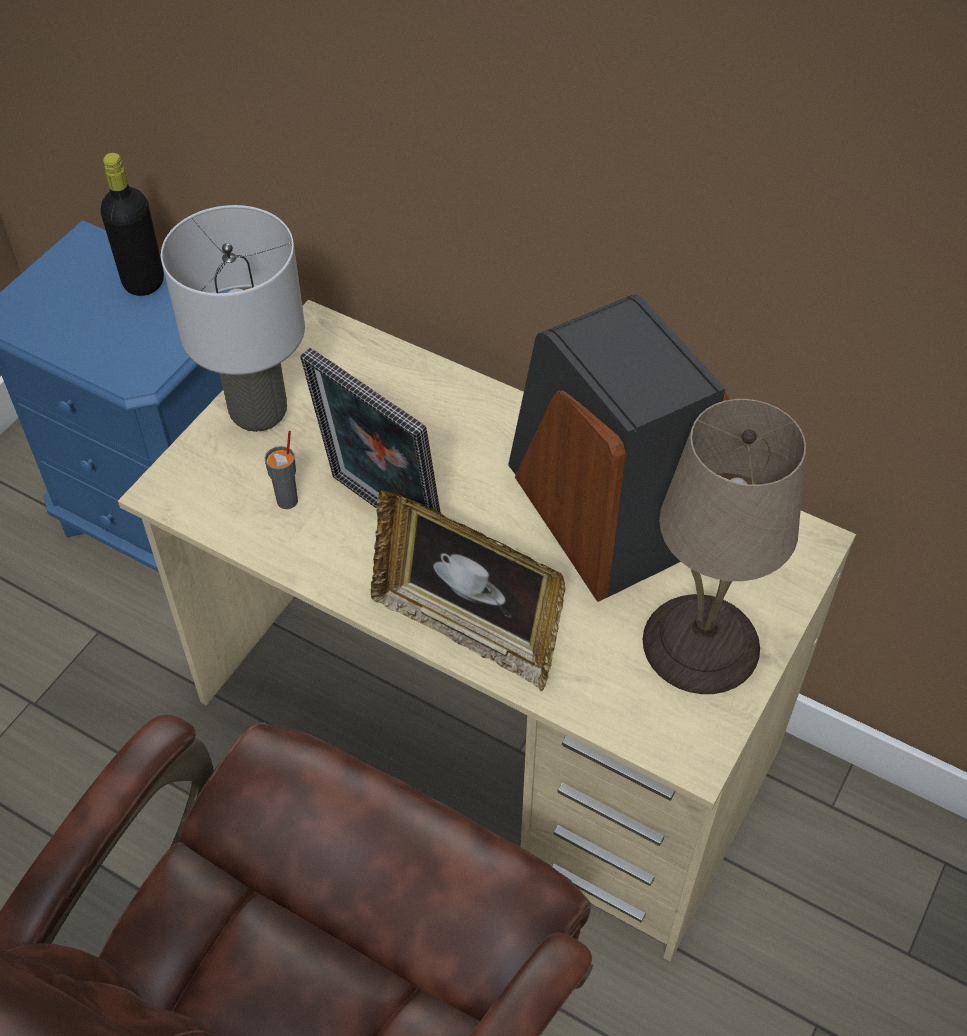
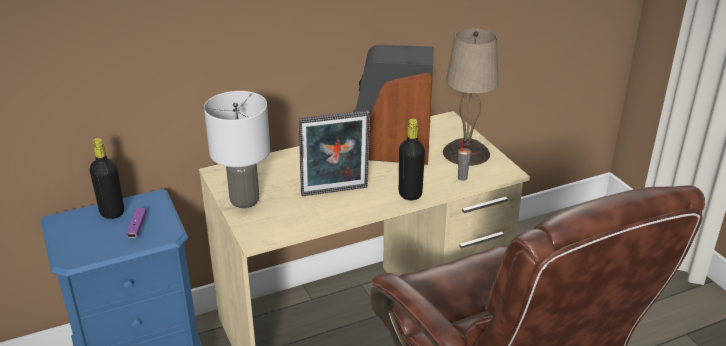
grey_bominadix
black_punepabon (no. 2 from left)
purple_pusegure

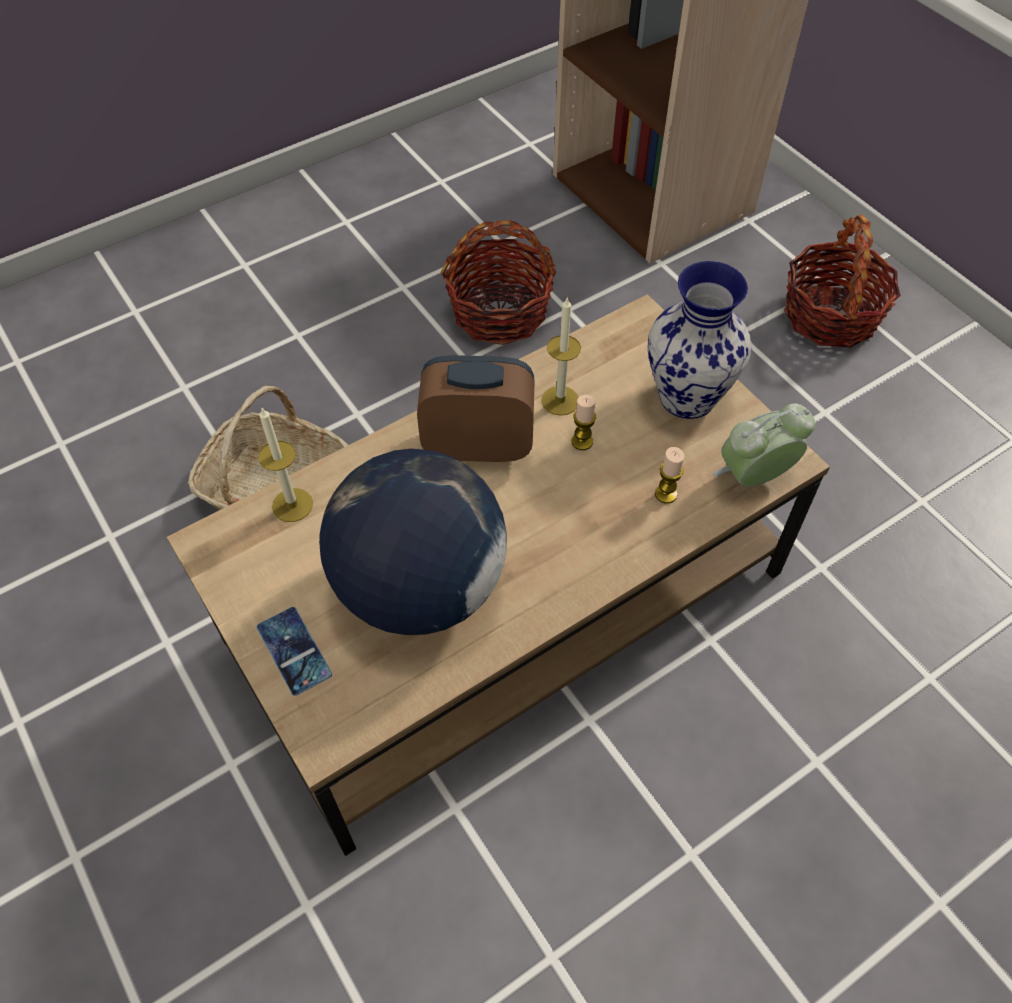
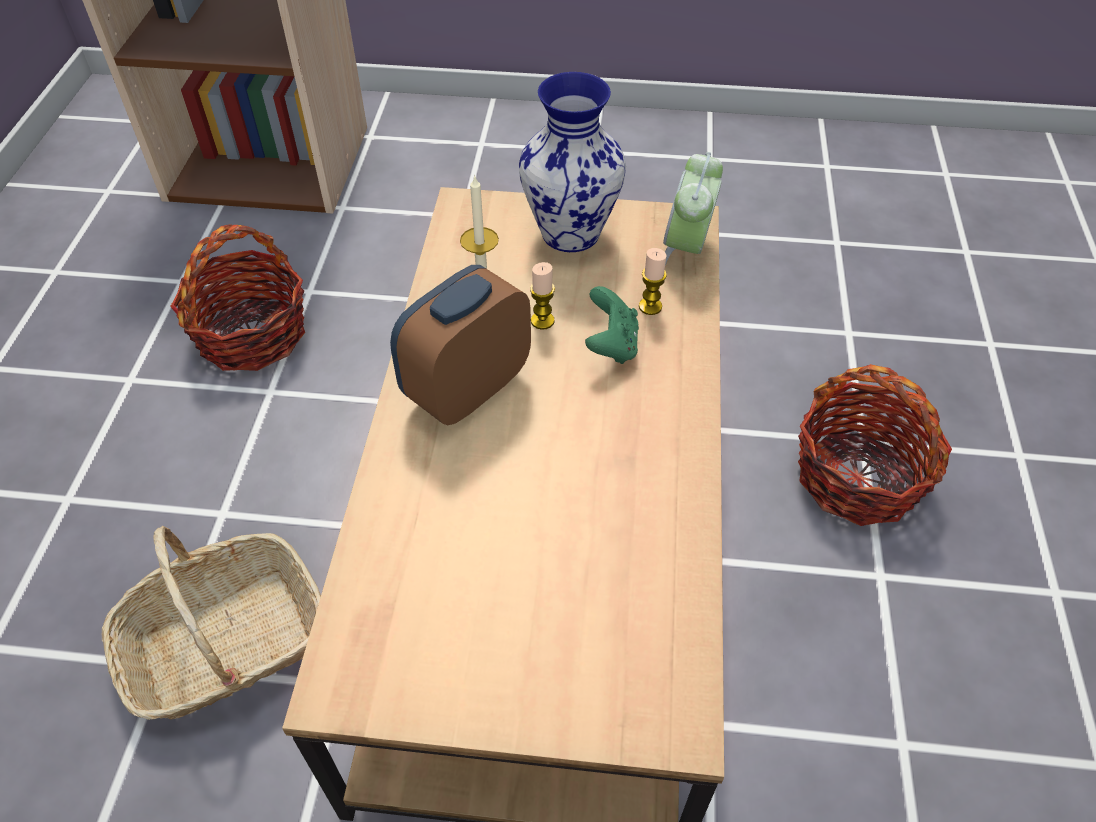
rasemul
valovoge (no. 1 from left in the first image)
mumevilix
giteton (no. 3 from left)
green_pusegure

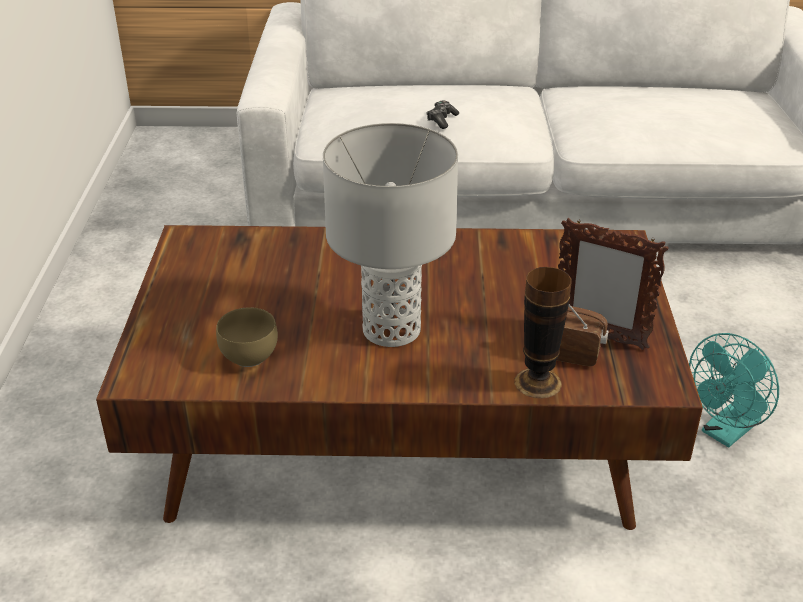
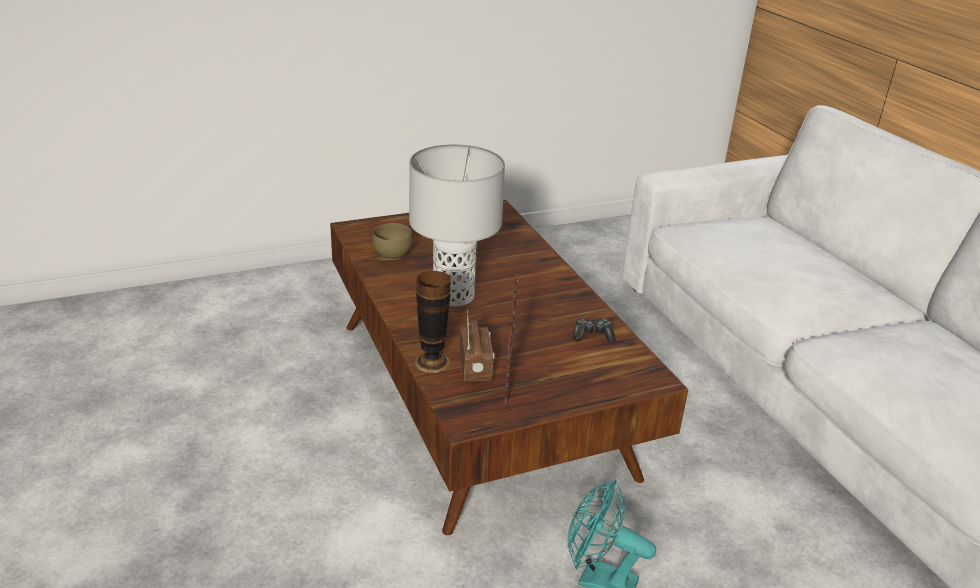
pusegure

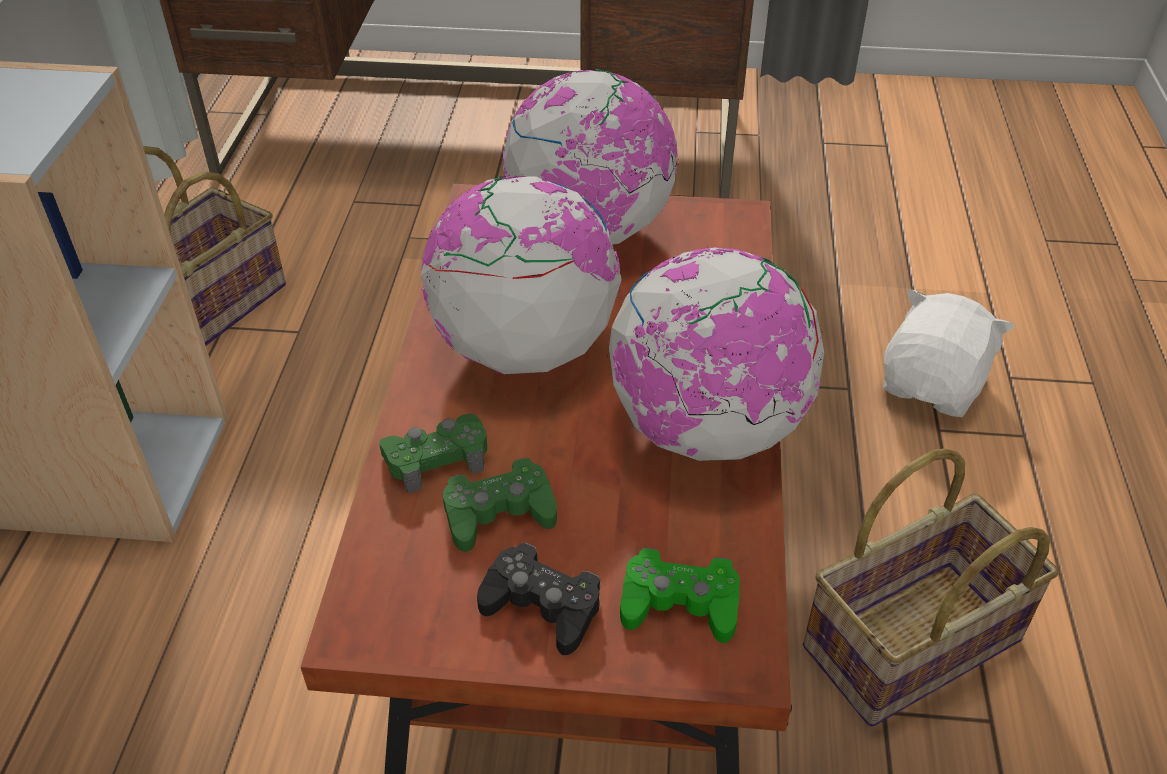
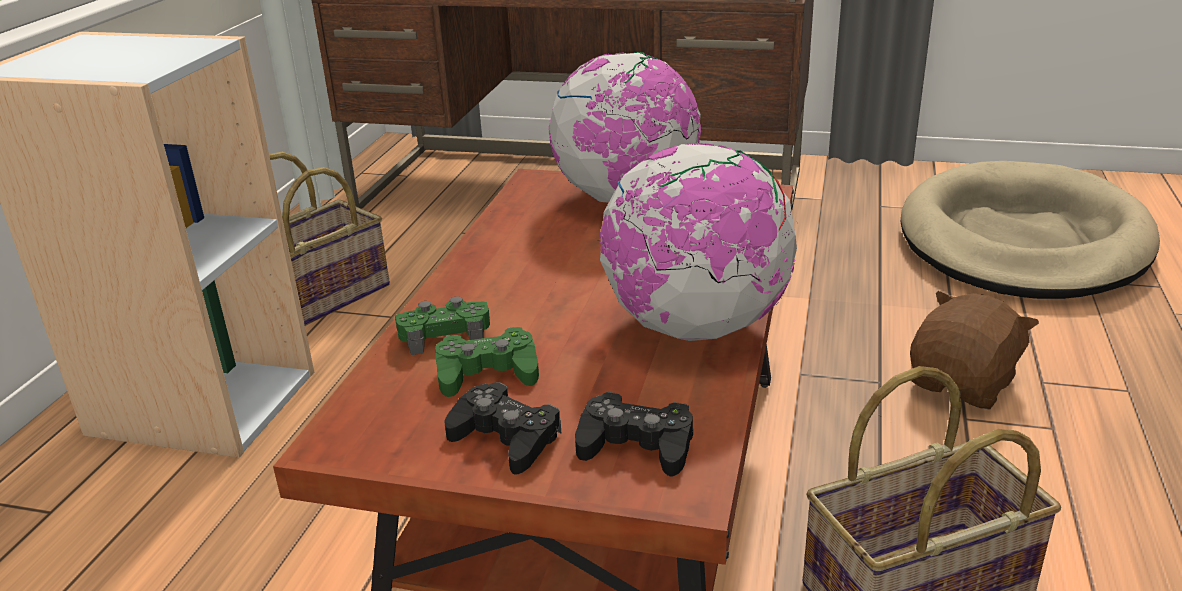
mumevilix (no. 1 from left in the first image)
black_pusegure (no. 2 from left)
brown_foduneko
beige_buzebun

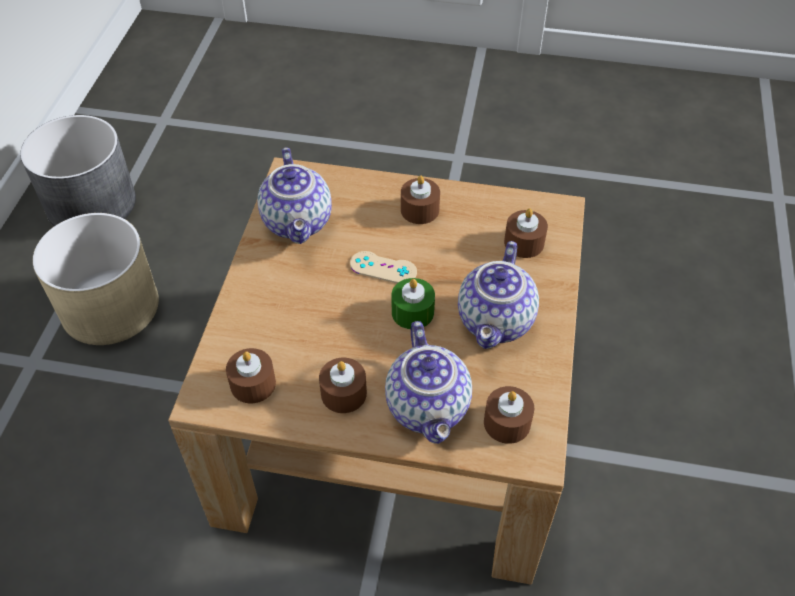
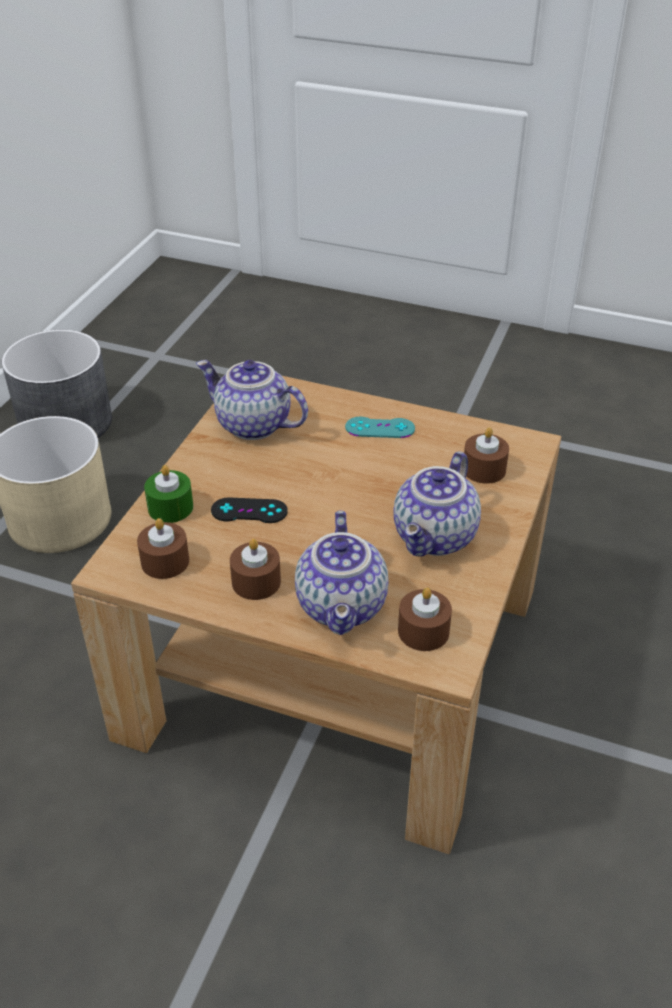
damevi (no. 1 from left)
beige_pusegure
green_valovoge
turquoise_pusegure
black_pusegure

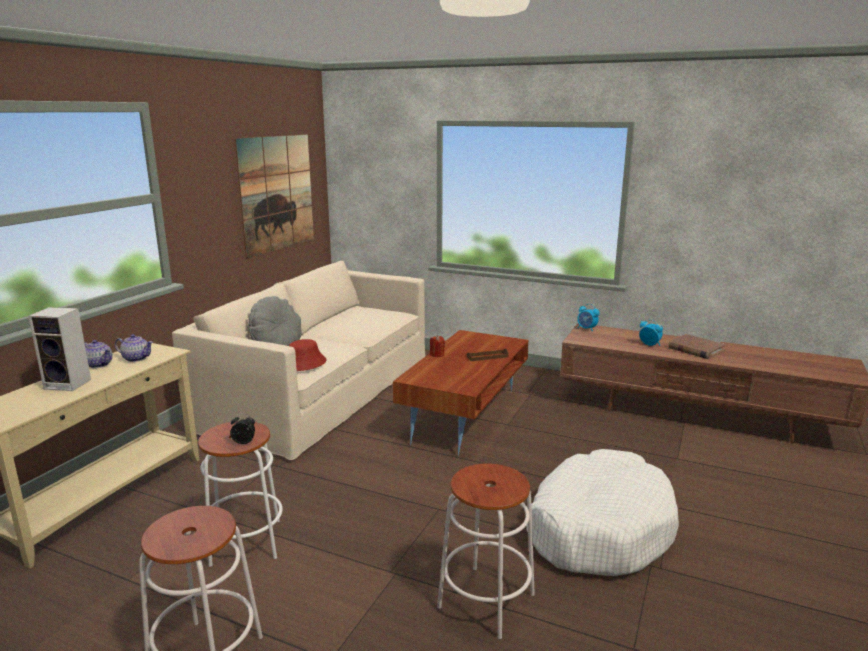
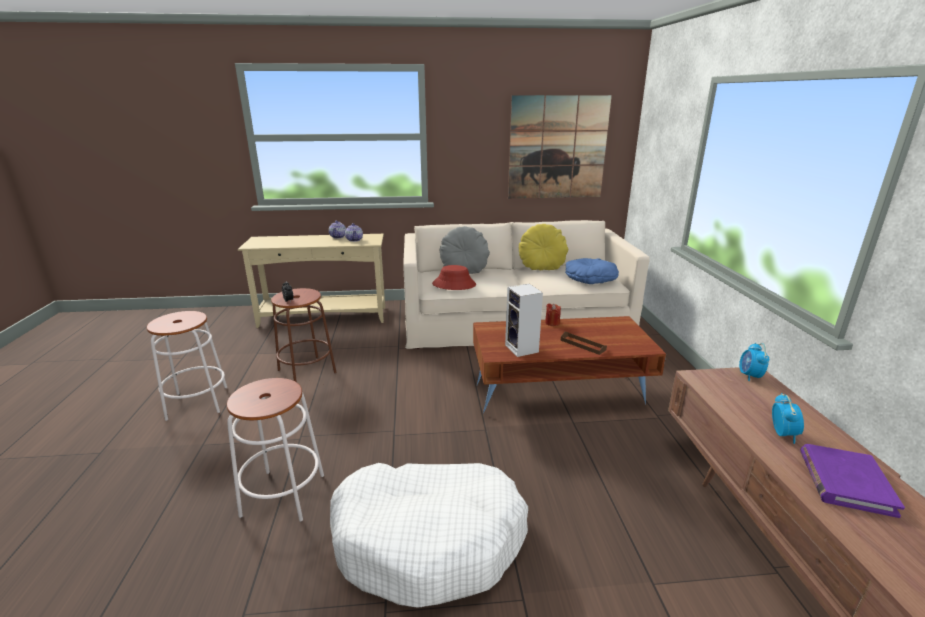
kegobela
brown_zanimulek
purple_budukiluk
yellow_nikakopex
blue_nikakopex

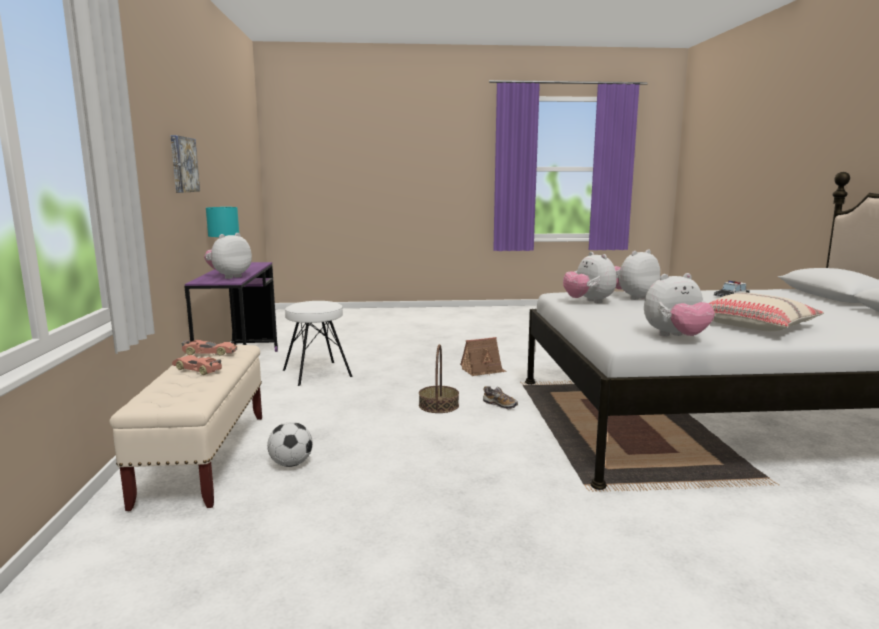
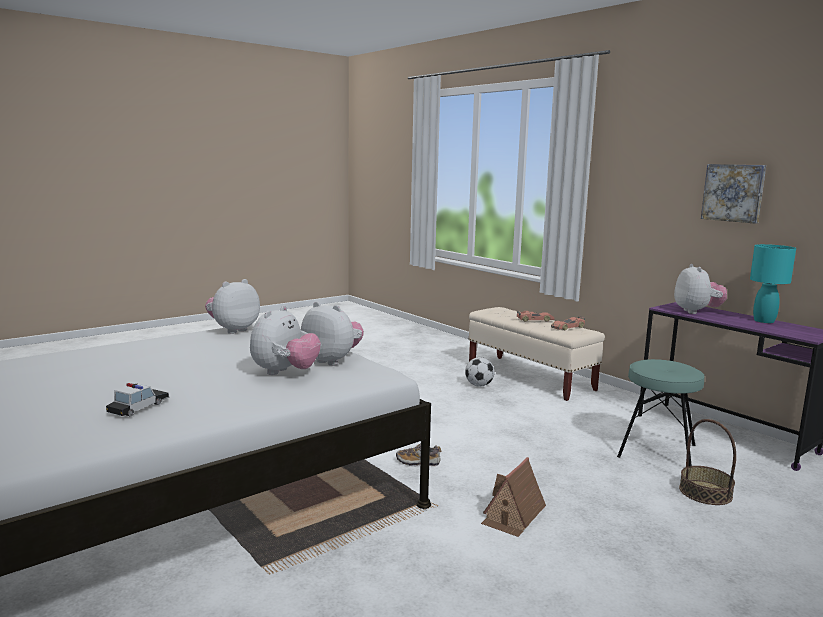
turquoise_zanimulek
giteton
beige_nikakopex

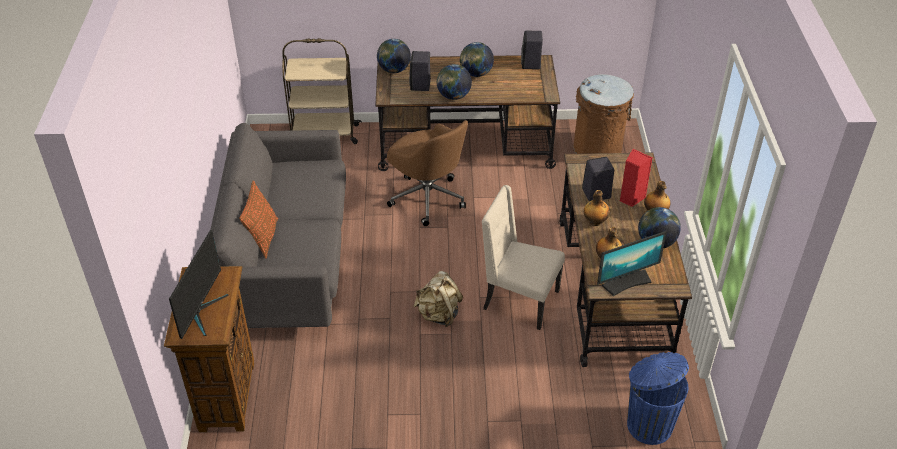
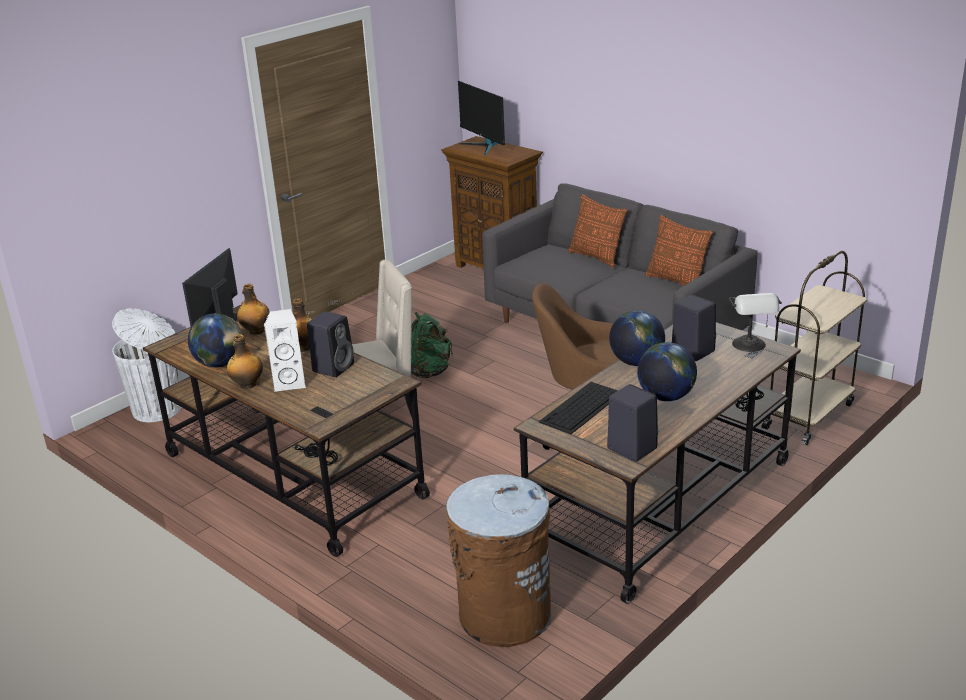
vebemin
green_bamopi
white_kegobela
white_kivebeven
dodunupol
brown_nikakopex (no. 2 from left)

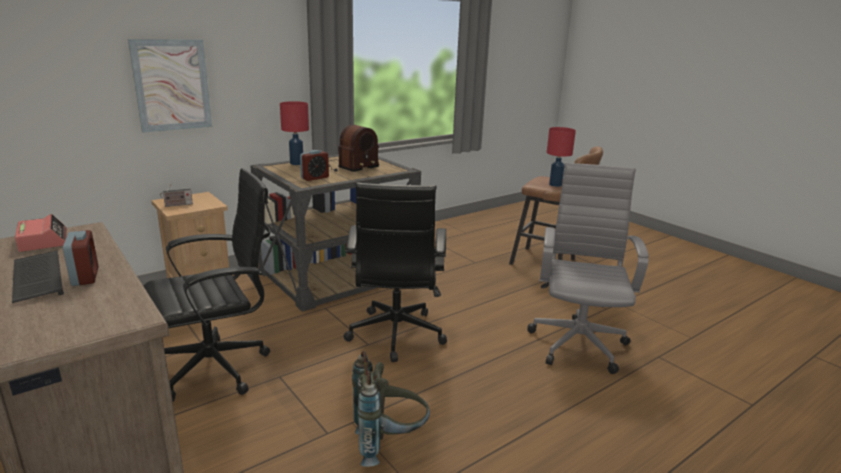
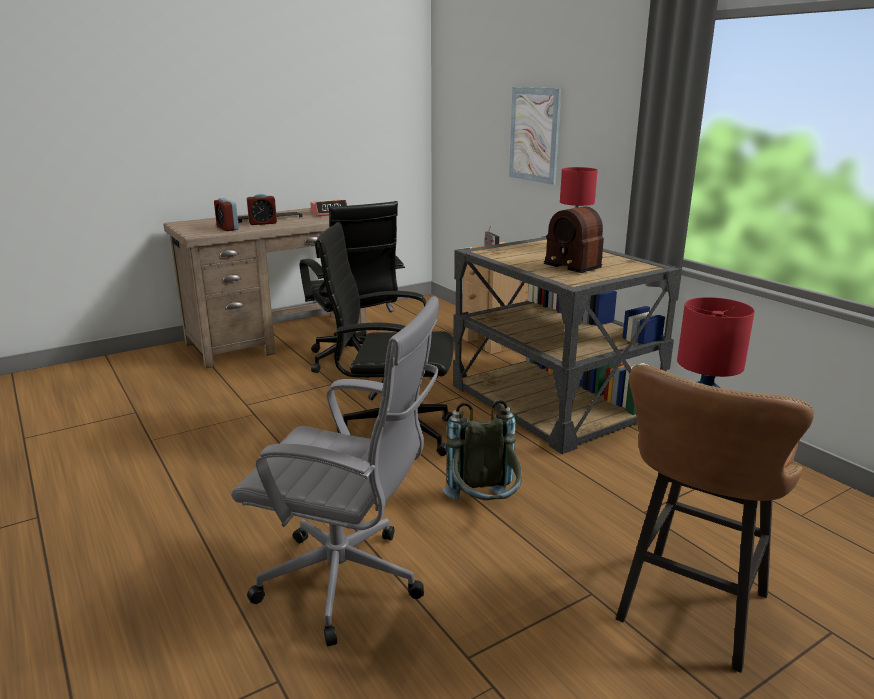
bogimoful (no. 1 from left)
grey_bamopi

